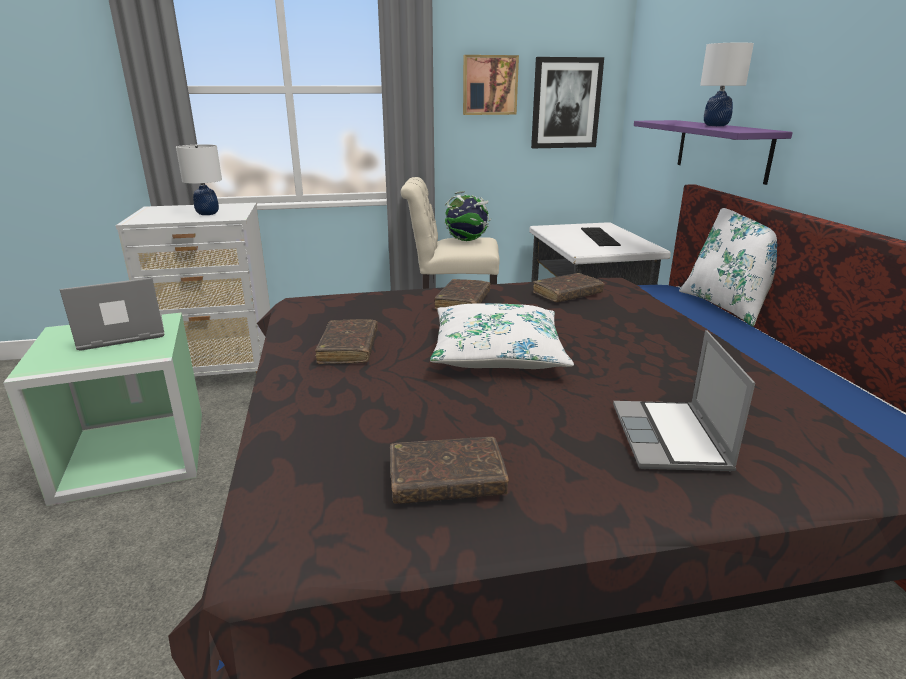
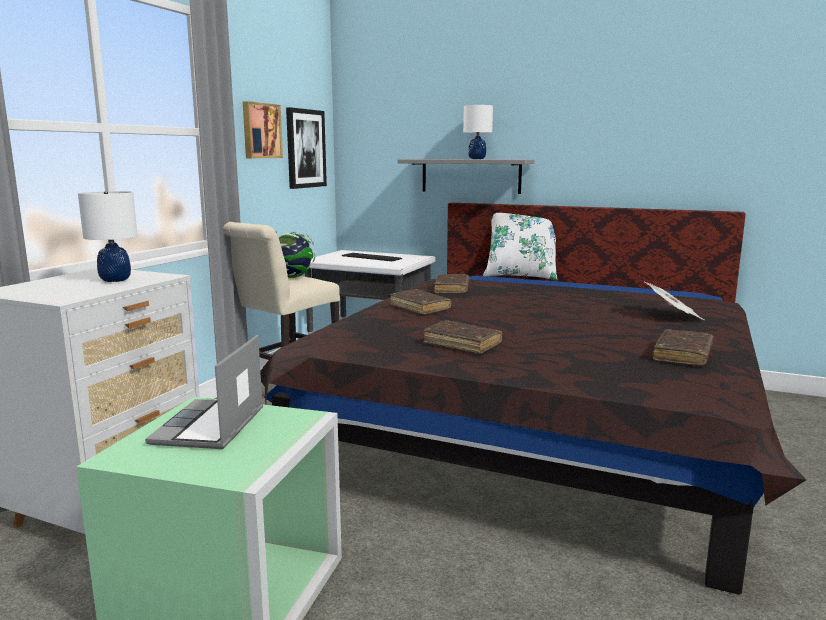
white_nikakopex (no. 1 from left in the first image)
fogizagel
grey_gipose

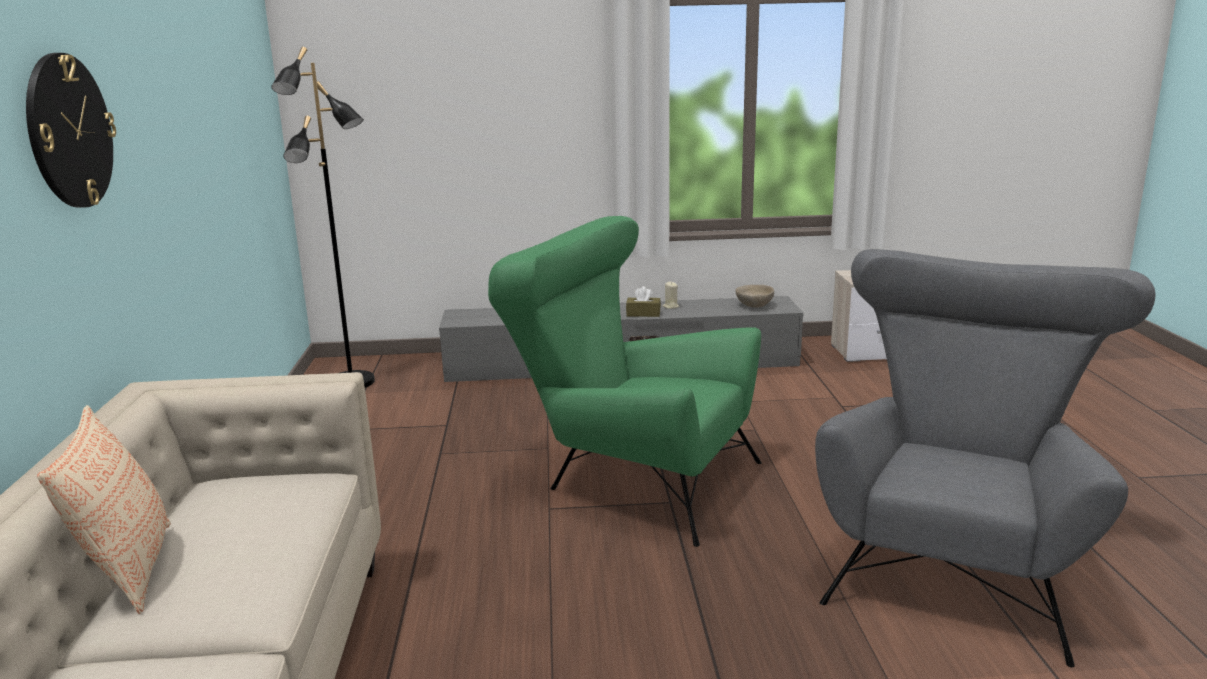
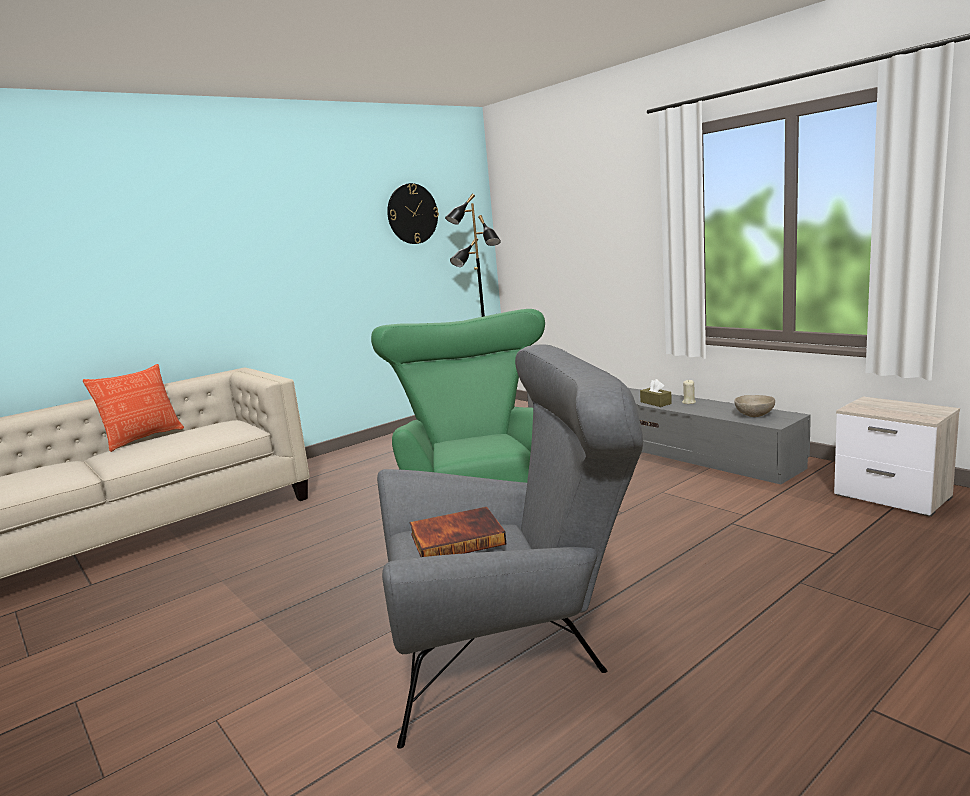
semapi
orange_nikakopex
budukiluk

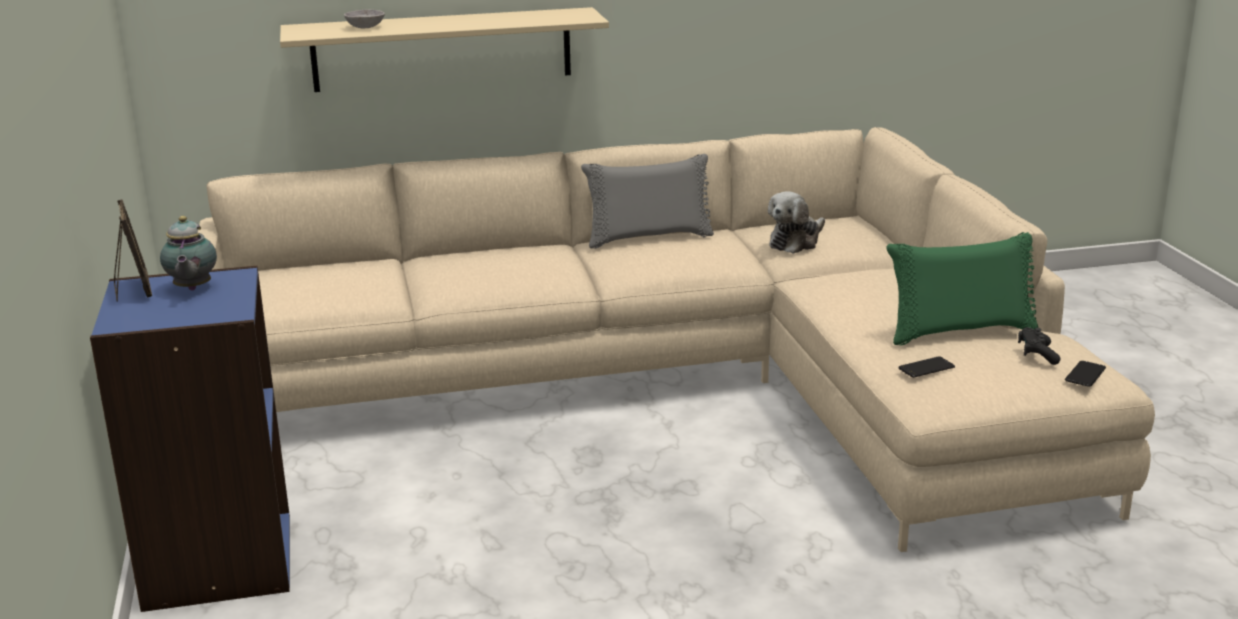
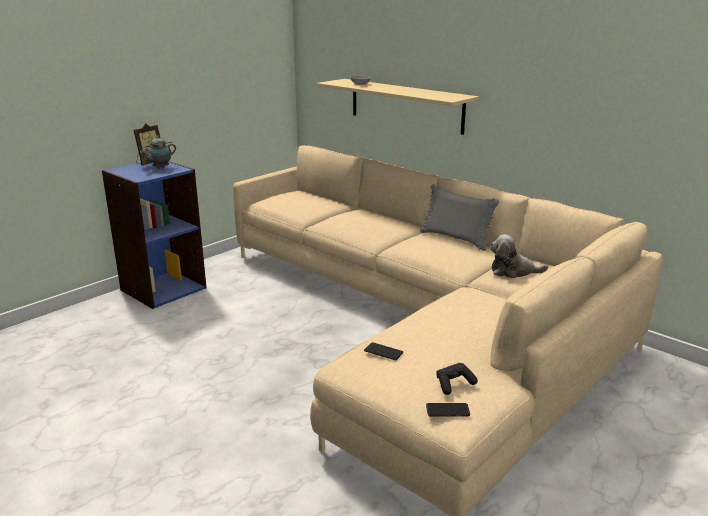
green_nikakopex

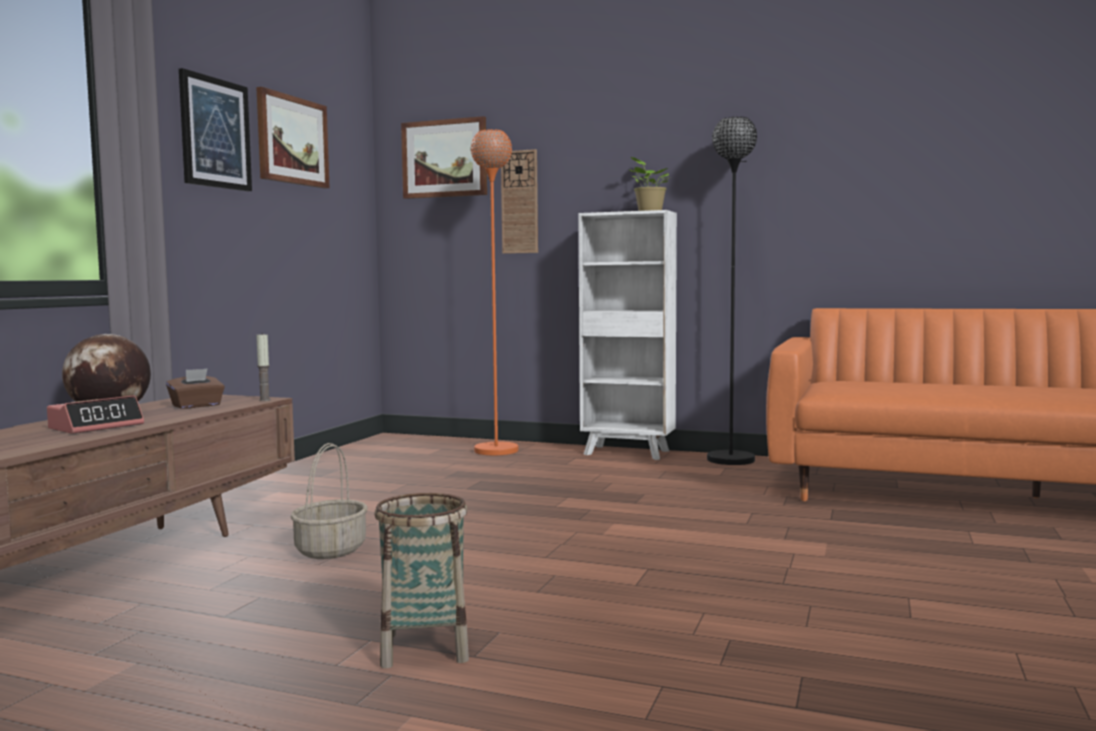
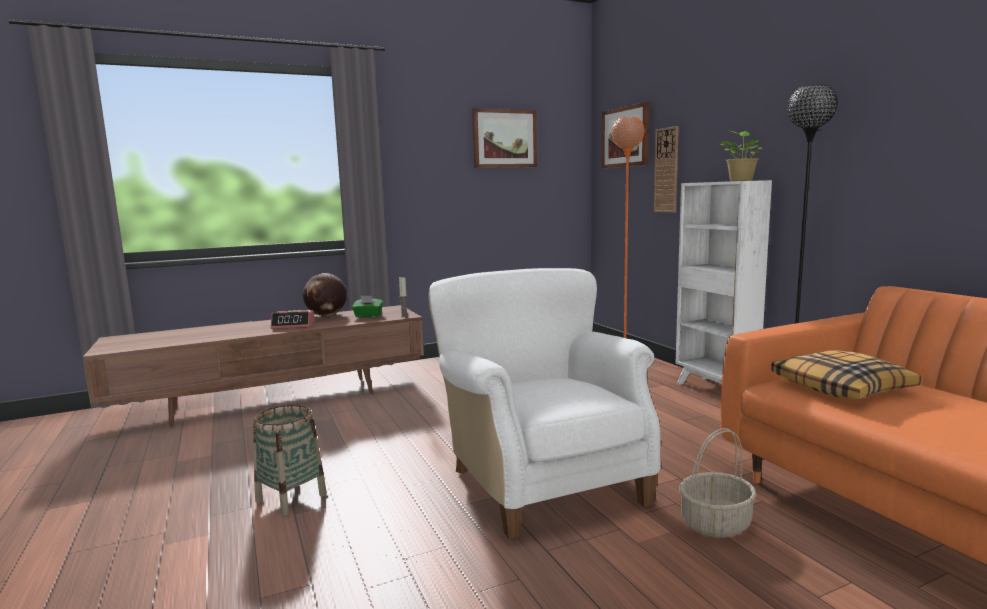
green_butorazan
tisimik (no. 1 from left in the first image)
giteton (no. 2 from left)
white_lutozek
nikakopex

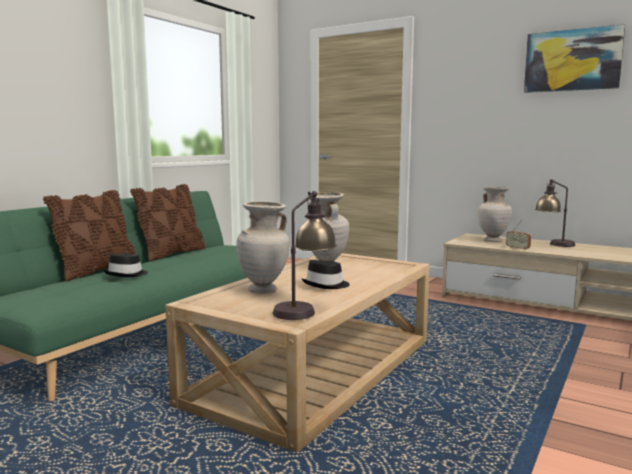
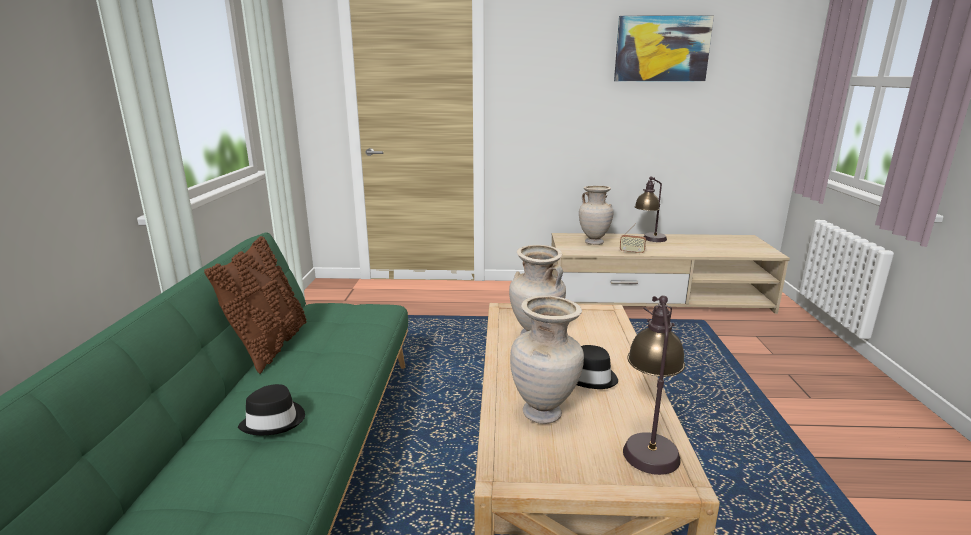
brown_nikakopex (no. 1 from left in the first image)

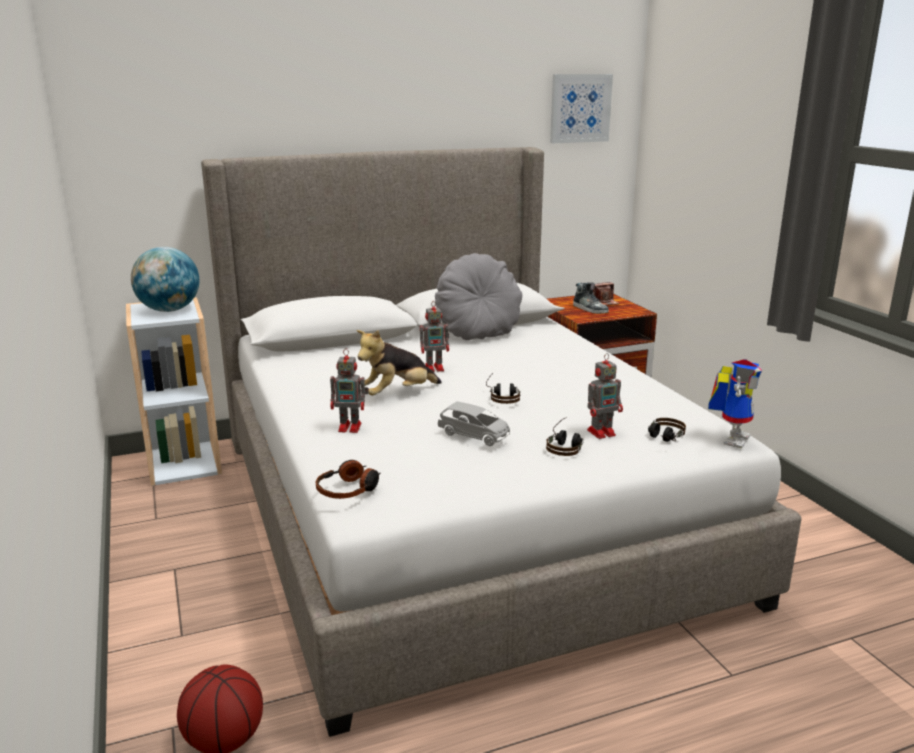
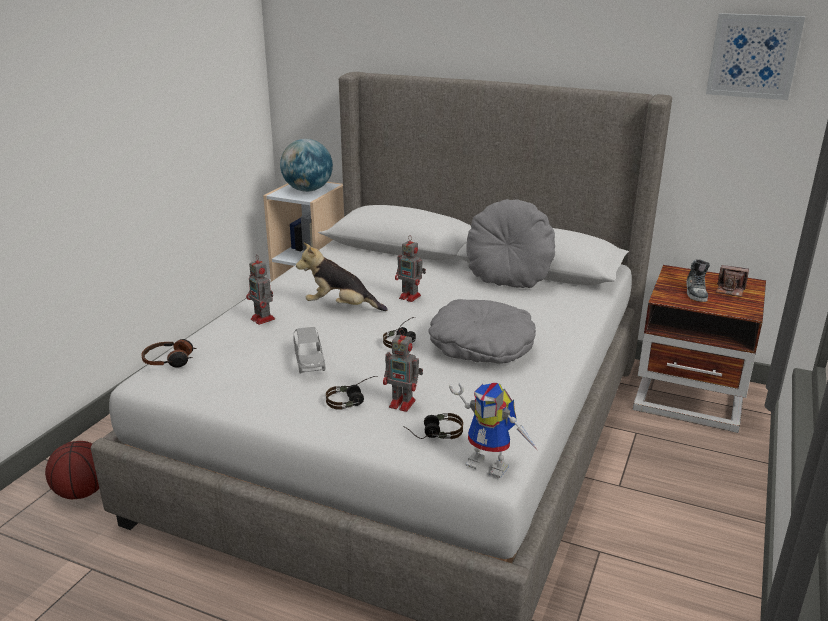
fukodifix (no. 4 from left)
grey_nikakopex (no. 1 from left)

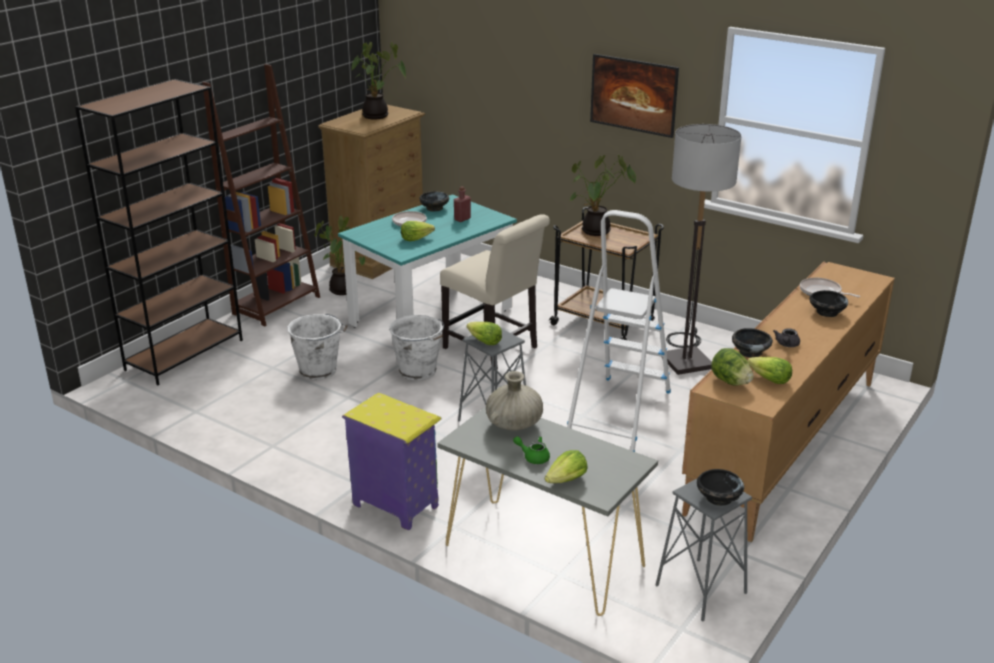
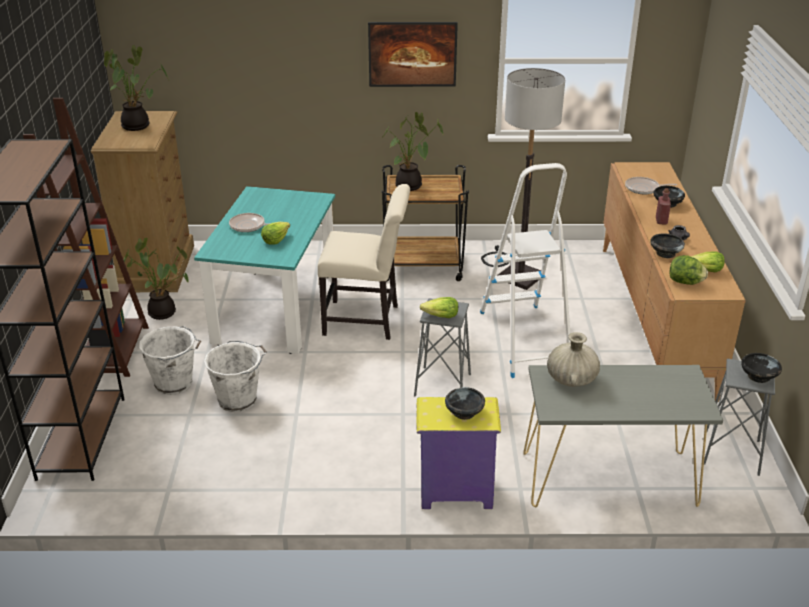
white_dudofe (no. 1 from left)
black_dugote (no. 1 from left)
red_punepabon
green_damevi
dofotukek (no. 3 from left in the first image)

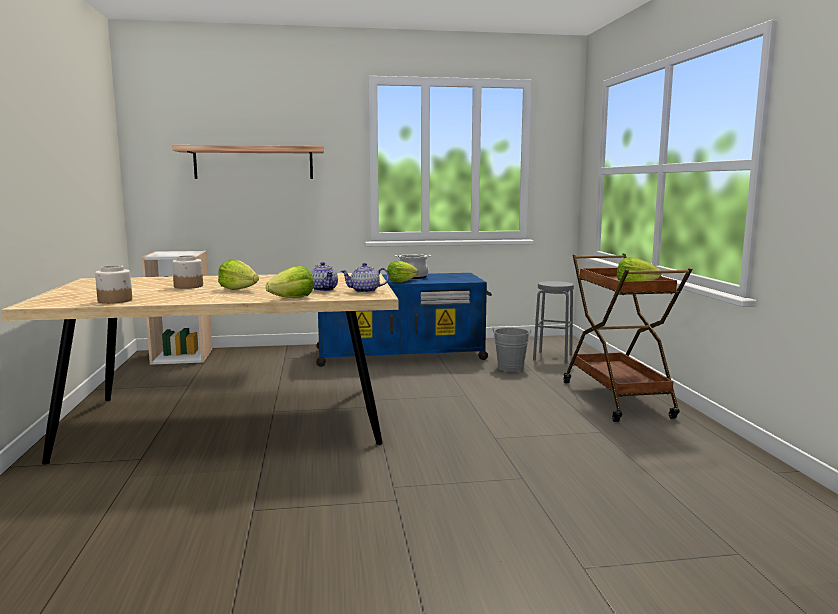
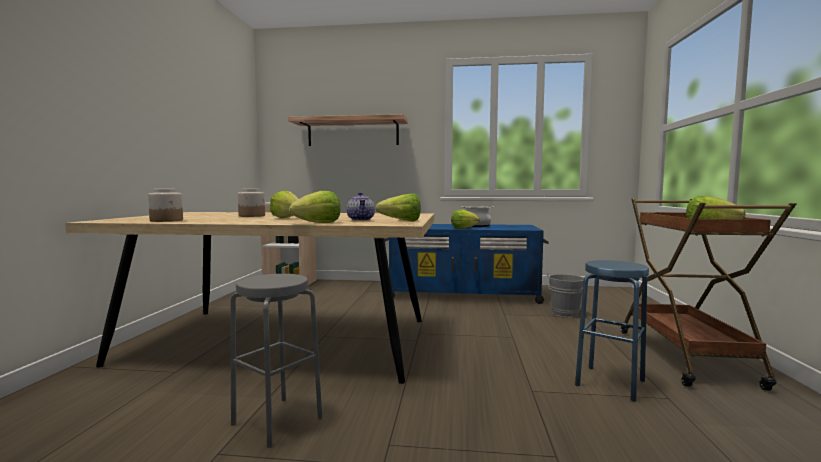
dofotukek (no. 3 from left)
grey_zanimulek
blue_zanimulek

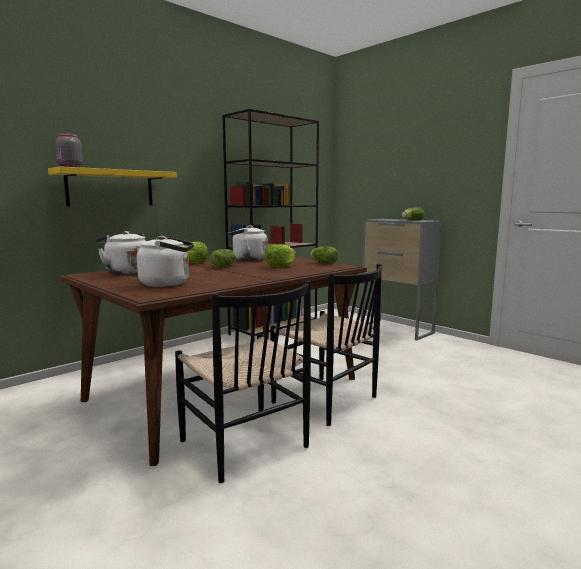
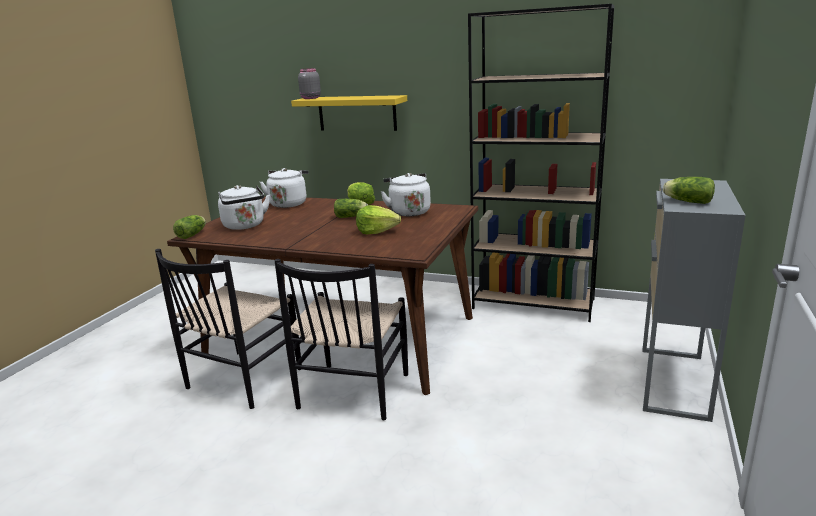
dofotukek (no. 1 from left)

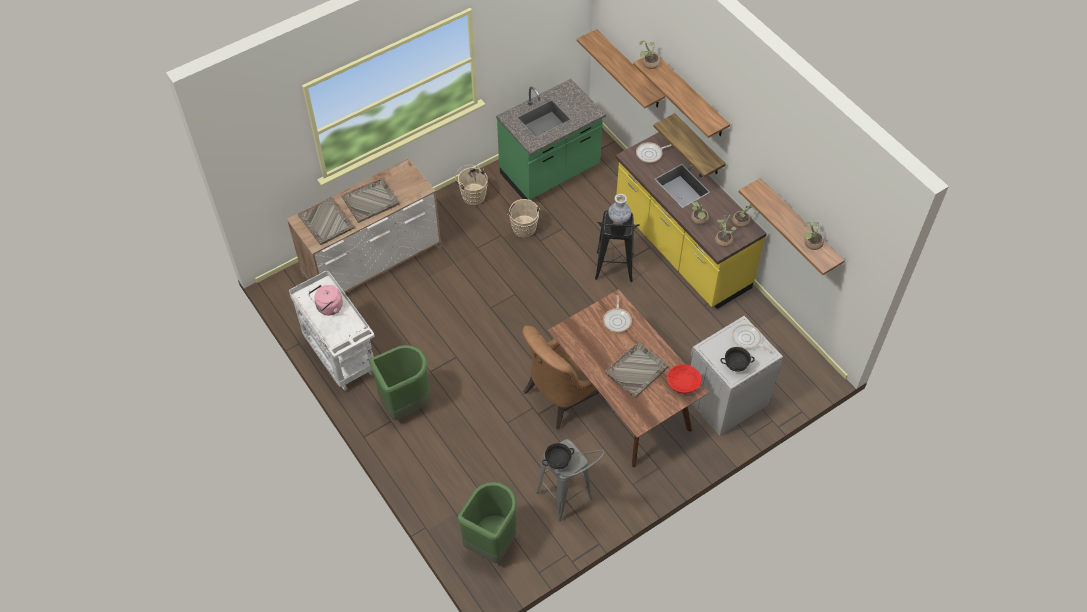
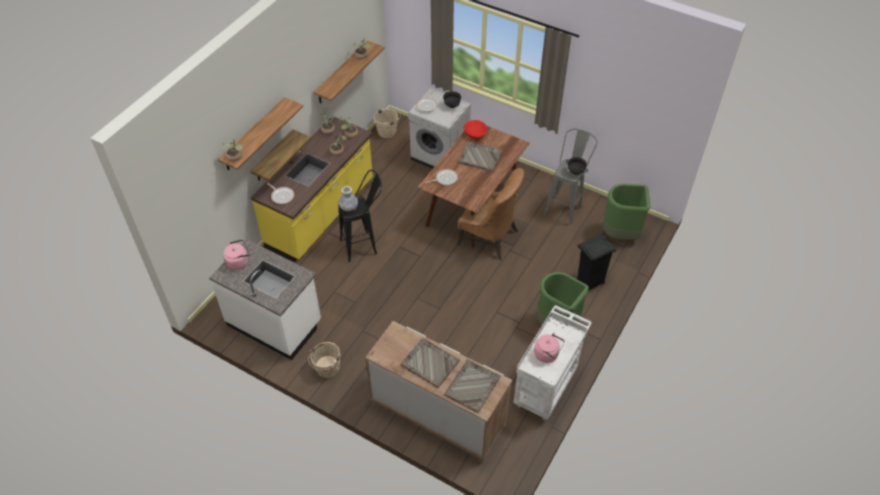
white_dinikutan
beige_dudofe (no. 2 from left)
gipose (no. 1 from left in the first image)
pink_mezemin (no. 1 from left)
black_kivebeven

